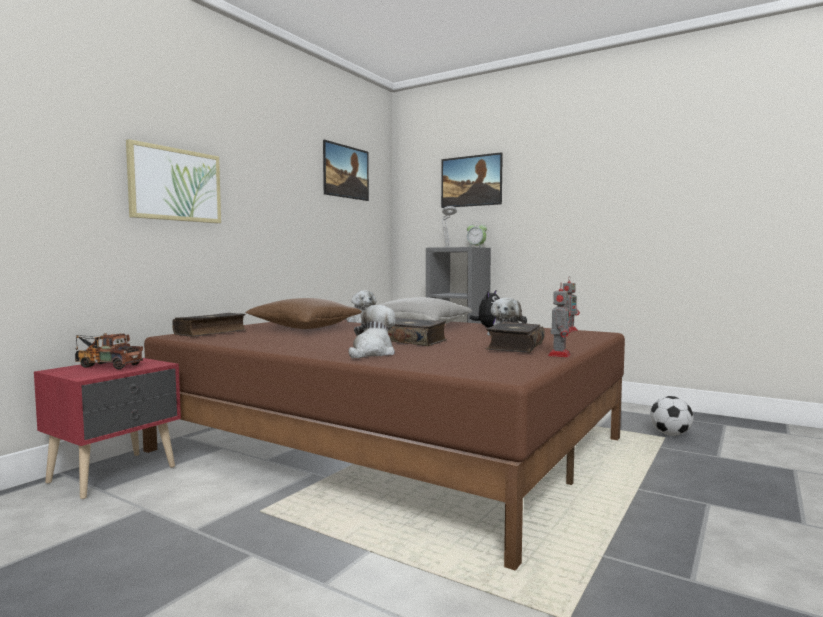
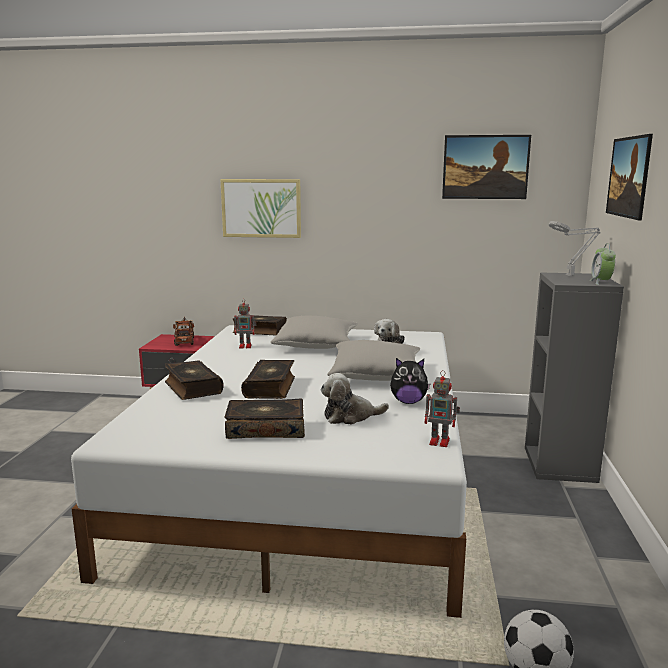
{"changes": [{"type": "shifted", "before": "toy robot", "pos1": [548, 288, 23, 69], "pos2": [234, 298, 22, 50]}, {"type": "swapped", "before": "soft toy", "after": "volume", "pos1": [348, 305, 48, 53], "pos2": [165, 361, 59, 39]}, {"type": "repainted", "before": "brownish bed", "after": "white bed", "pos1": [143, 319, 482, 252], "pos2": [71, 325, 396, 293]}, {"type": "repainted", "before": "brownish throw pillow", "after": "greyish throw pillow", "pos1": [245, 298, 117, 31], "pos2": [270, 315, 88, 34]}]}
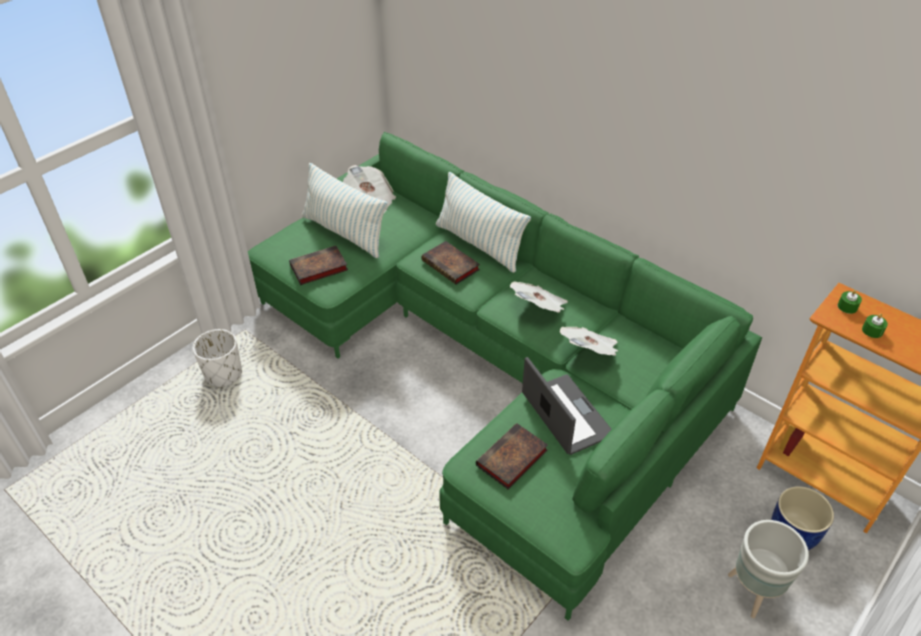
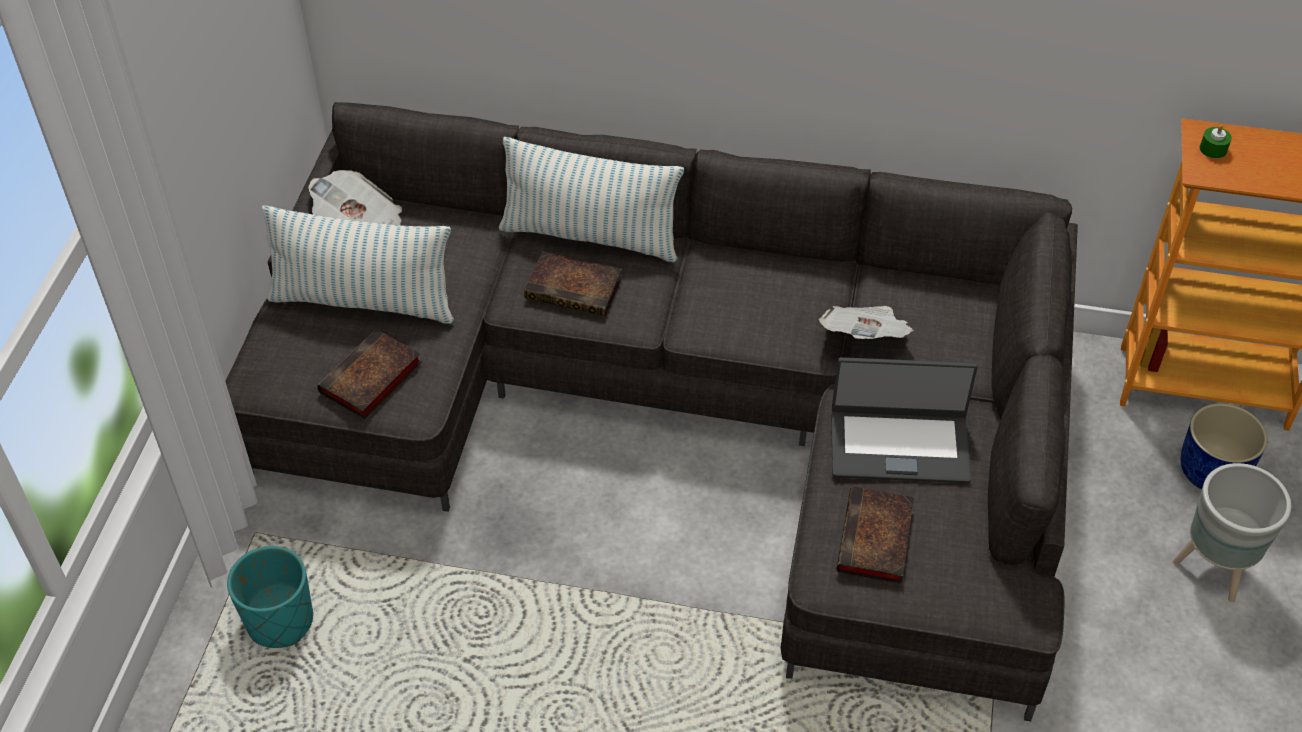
{"changes": [{"type": "gone", "before": "newspaper", "pos1": [510, 282, 58, 30]}, {"type": "gone", "before": "greenish wax light", "pos1": [862, 314, 26, 24]}, {"type": "repainted", "before": "white flower pot", "after": "blue-green flower pot", "pos1": [193, 329, 49, 59], "pos2": [227, 546, 86, 102]}, {"type": "repainted", "before": "greenish couch", "after": "greyish couch", "pos1": [248, 132, 514, 489], "pos2": [225, 102, 853, 619]}, {"type": "rotated", "before": "notebook computer", "pos1": [522, 357, 90, 98], "pos2": [831, 357, 147, 126], "turn": 150}]}
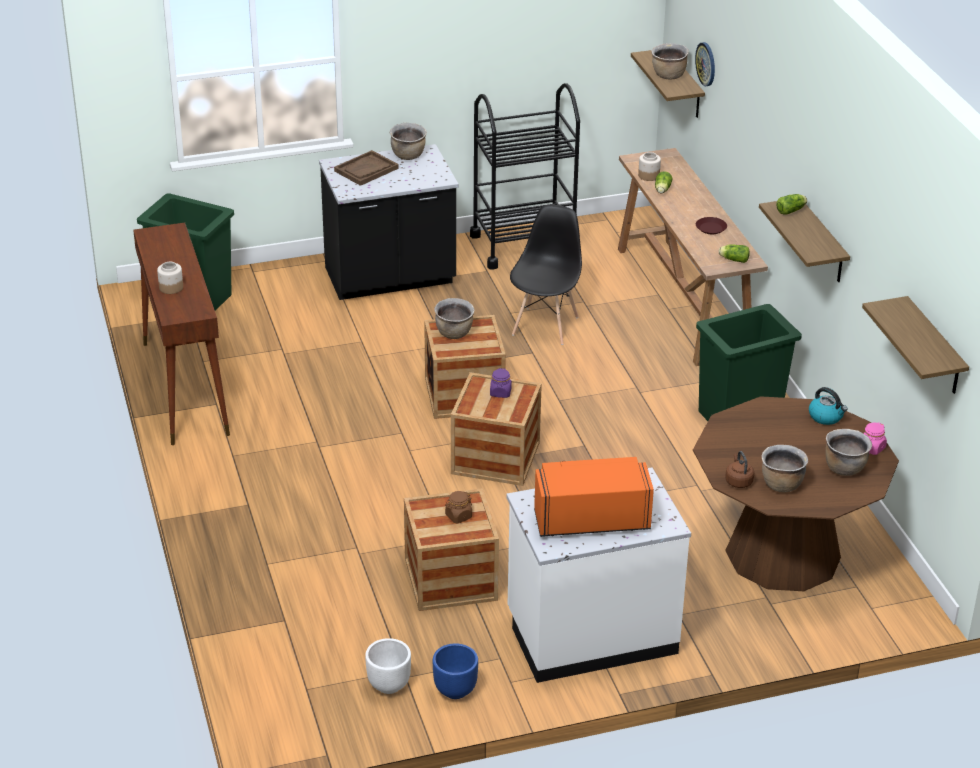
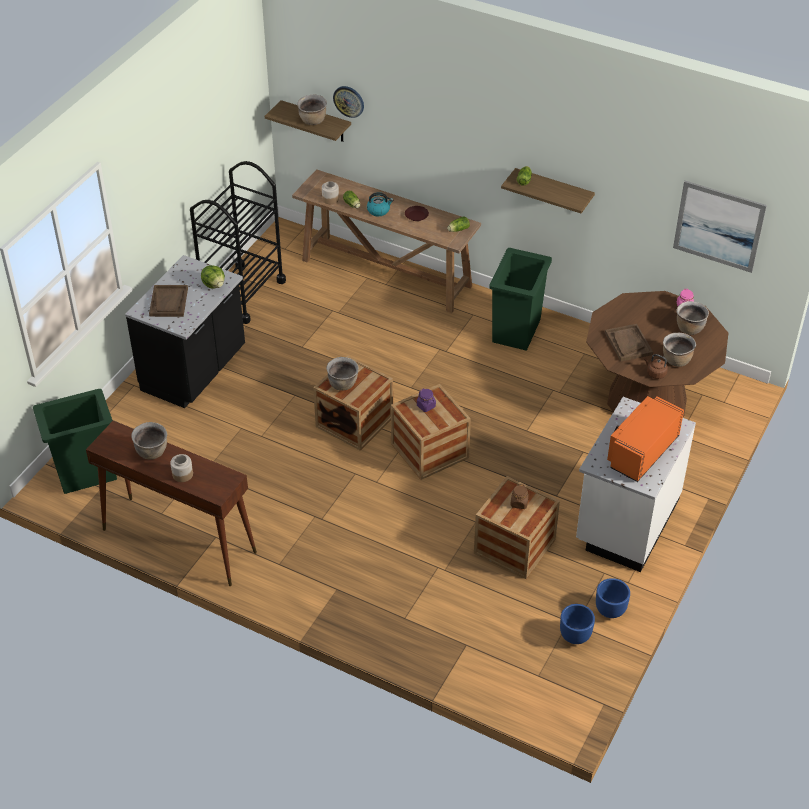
{"changes": [{"type": "gone", "before": "blackish upright chair", "pos1": [510, 205, 72, 140]}, {"type": "new", "after": "lettuce head", "pos2": [201, 265, 24, 24]}, {"type": "new", "after": "brownish serving tray", "pos2": [605, 324, 48, 37]}, {"type": "shifted", "before": "brownish cooking pot", "pos1": [390, 123, 37, 37], "pos2": [131, 422, 36, 38]}, {"type": "shifted", "before": "tea kettle", "pos1": [809, 387, 38, 38], "pos2": [367, 192, 26, 24]}, {"type": "swapped", "before": "shelf", "after": "wall art", "pos1": [862, 296, 107, 98], "pos2": [673, 181, 94, 92]}, {"type": "repainted", "before": "white flower pot", "after": "blue flower pot", "pos1": [365, 638, 46, 56], "pos2": [560, 604, 35, 40]}]}
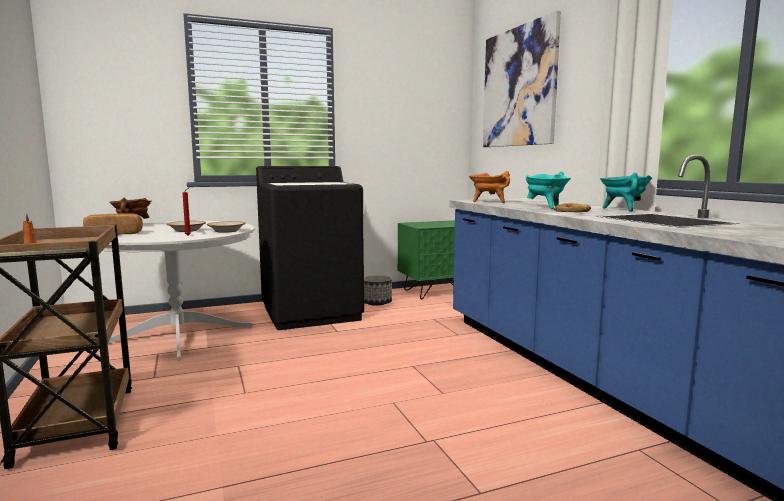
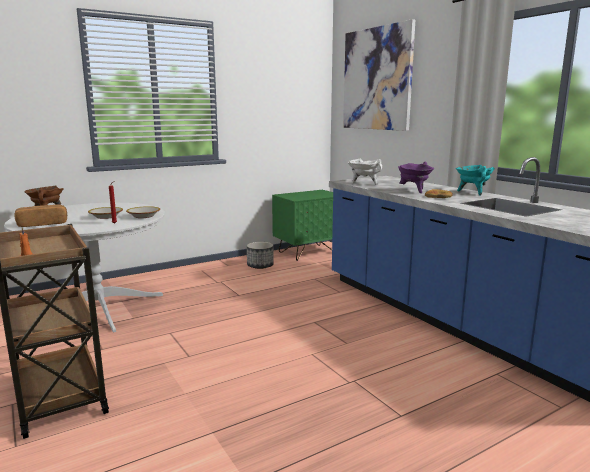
{"changes": [{"type": "gone", "before": "blackish laundry appliance", "pos1": [256, 166, 108, 164]}, {"type": "repainted", "before": "orange cooking pot", "after": "white cooking pot", "pos1": [469, 171, 41, 32], "pos2": [348, 159, 34, 26]}, {"type": "repainted", "before": "blue-green cooking pot", "after": "purplish cooking pot", "pos1": [525, 171, 46, 38], "pos2": [398, 162, 36, 31]}]}
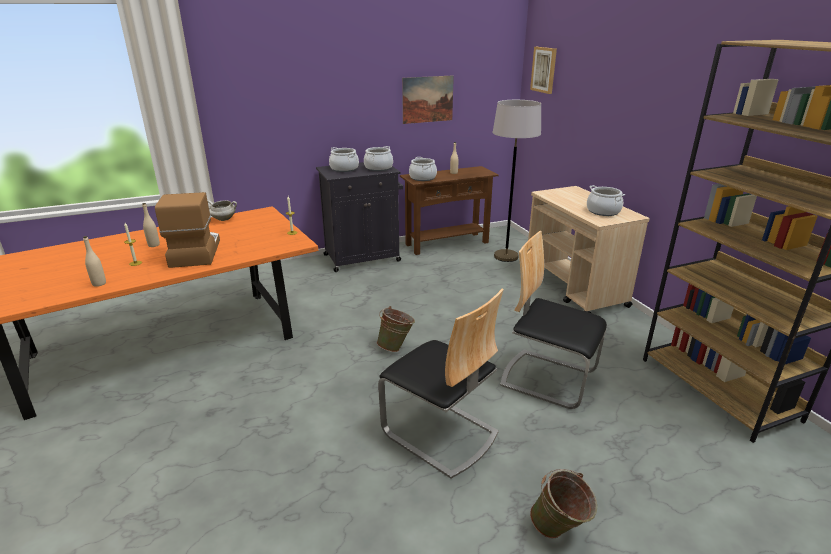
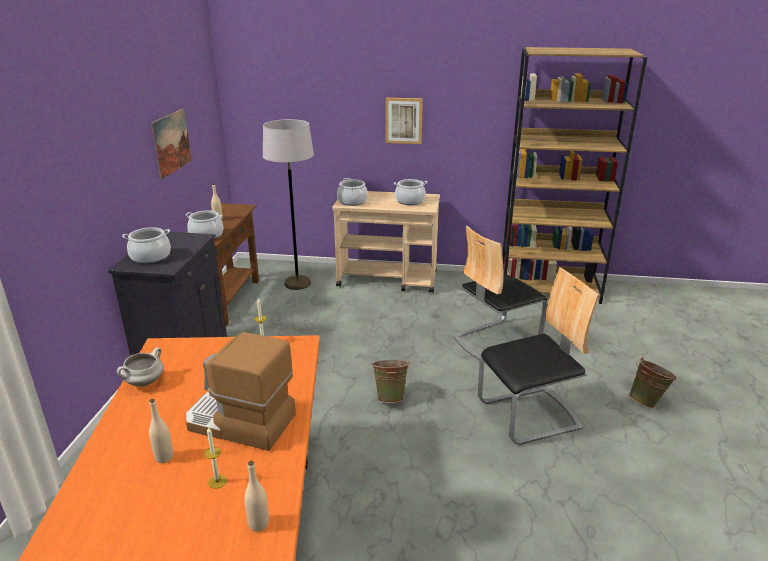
{"changes": [{"type": "shifted", "before": "cooking pot", "pos1": [364, 146, 29, 25], "pos2": [337, 178, 31, 28]}, {"type": "shifted", "before": "wall art", "pos1": [530, 47, 27, 47], "pos2": [385, 98, 38, 46]}]}
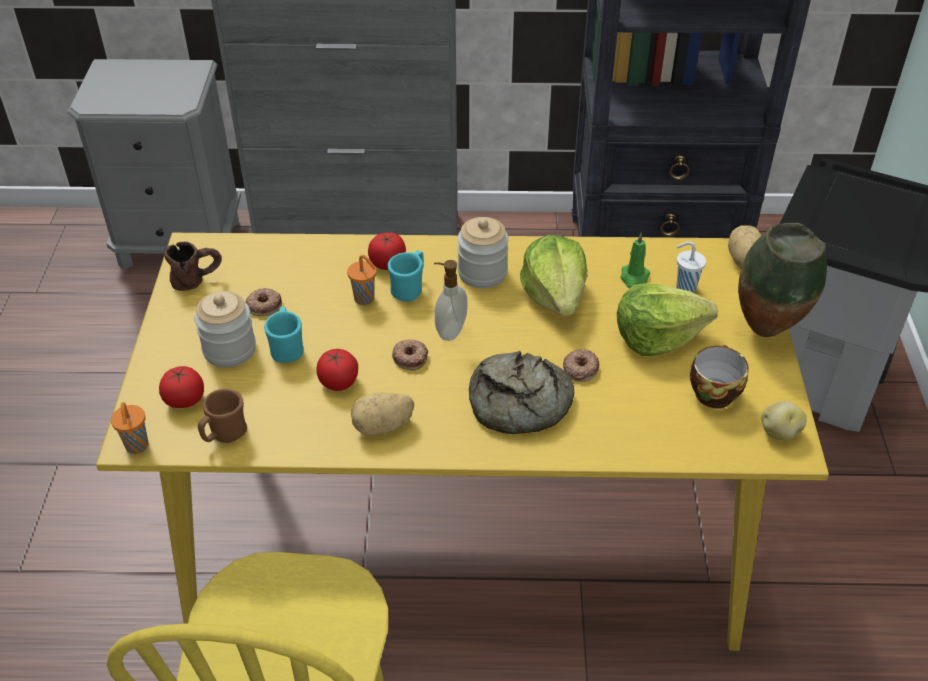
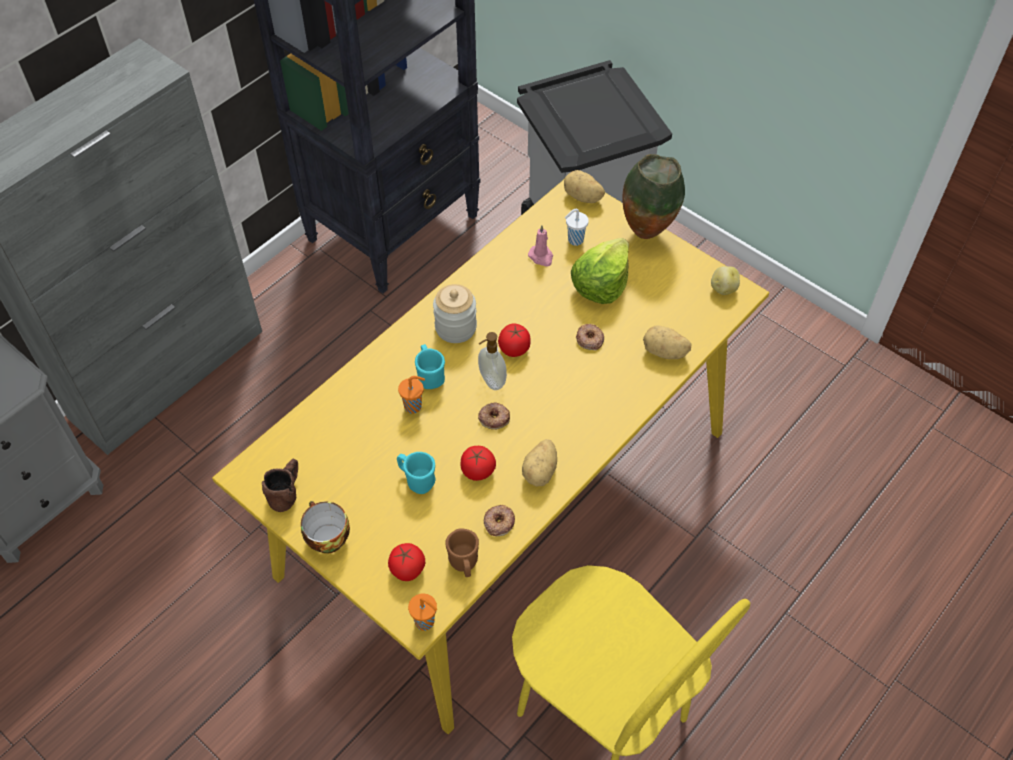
{"changes": [{"type": "gone", "before": "preserve jar", "pos1": [194, 291, 62, 77]}, {"type": "gone", "before": "bakery bread", "pos1": [469, 351, 105, 83]}, {"type": "gone", "before": "lettuce head", "pos1": [520, 235, 67, 81]}, {"type": "new", "after": "whole potato", "pos2": [643, 326, 49, 33]}, {"type": "shifted", "before": "ring doughnut", "pos1": [245, 288, 37, 28], "pos2": [484, 505, 31, 31]}, {"type": "shifted", "before": "tomato", "pos1": [368, 233, 38, 37], "pos2": [498, 324, 33, 33]}, {"type": "shifted", "before": "cup", "pos1": [690, 345, 59, 63], "pos2": [301, 501, 49, 53]}, {"type": "repainted", "before": "greenish wax light", "after": "pink wax light", "pos1": [621, 233, 29, 56], "pos2": [528, 225, 25, 42]}]}
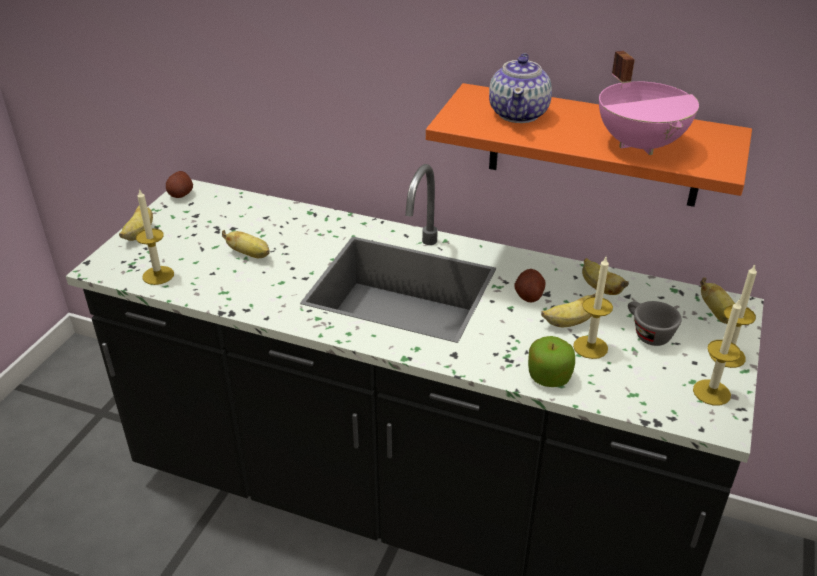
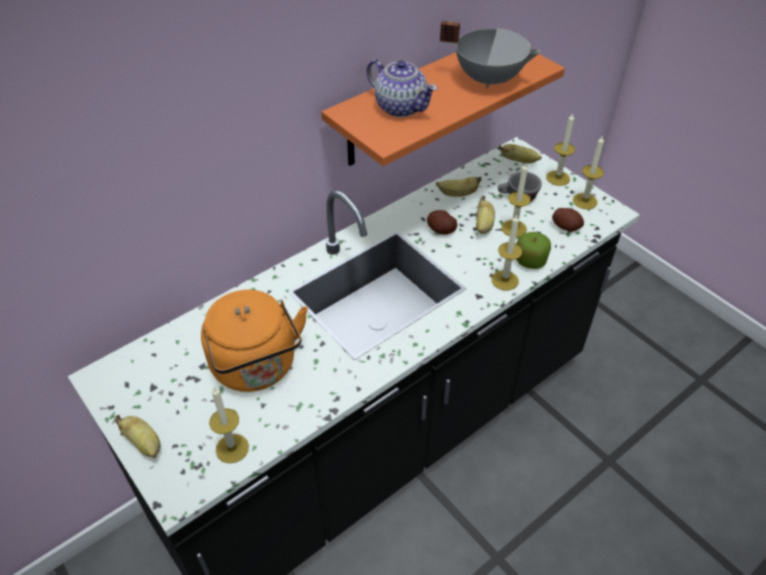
{"changes": [{"type": "new", "after": "wax light", "pos2": [491, 215, 31, 76]}, {"type": "shifted", "before": "whole potato", "pos1": [166, 171, 27, 27], "pos2": [552, 208, 32, 24]}, {"type": "swapped", "before": "banana fruit", "after": "orange tea kettle", "pos1": [222, 230, 48, 28], "pos2": [201, 290, 107, 102]}, {"type": "repainted", "before": "pink cooking pot", "after": "greyish cooking pot", "pos1": [599, 51, 100, 104], "pos2": [440, 21, 101, 68]}]}
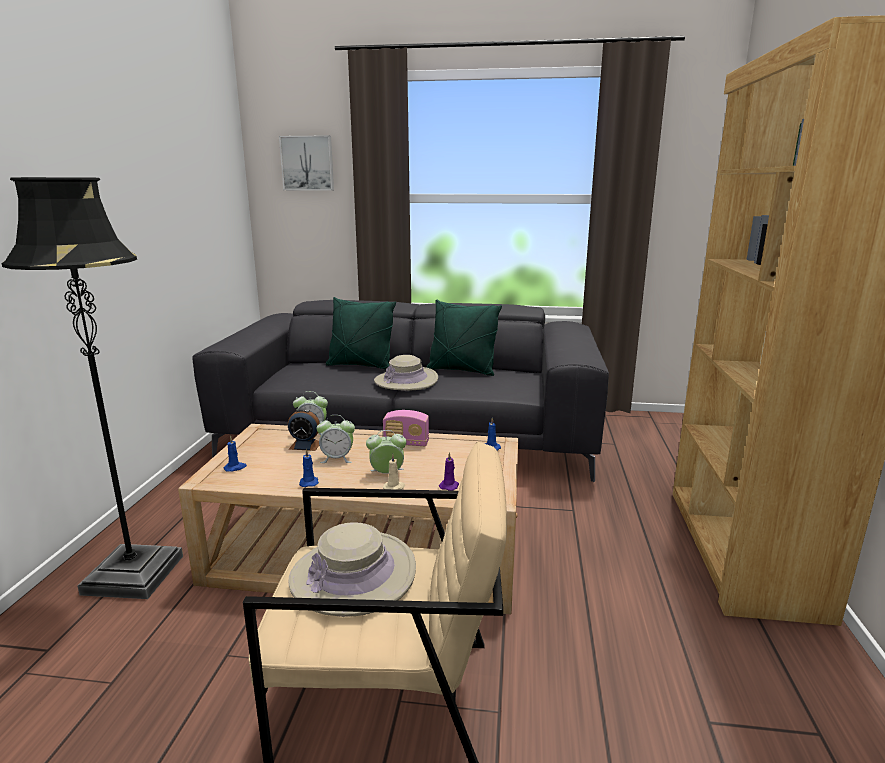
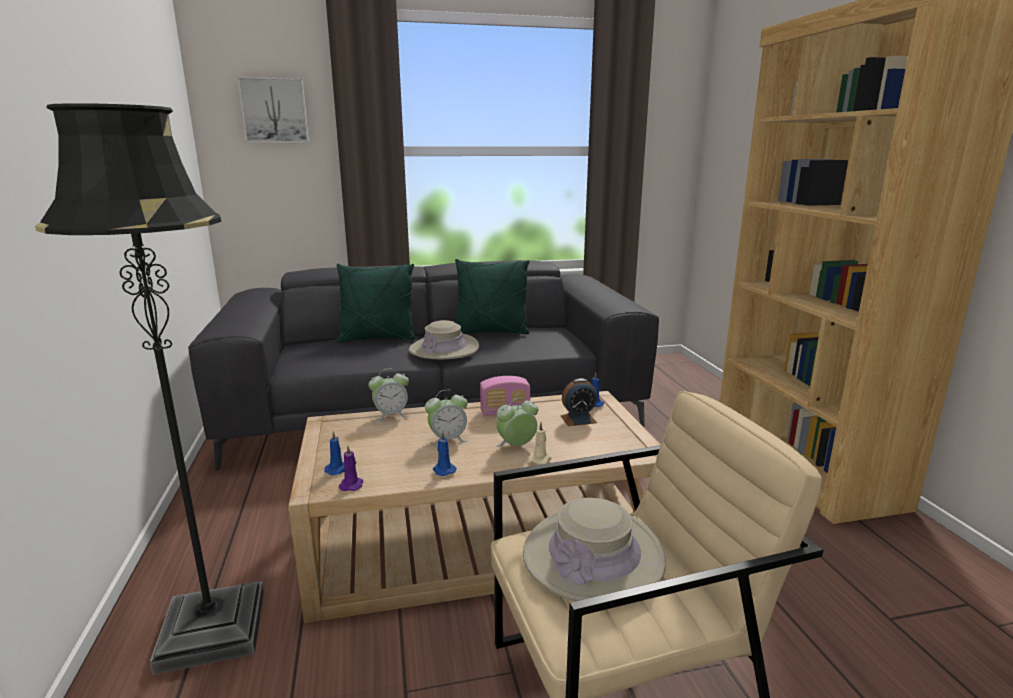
{"changes": [{"type": "shifted", "before": "alarm clock", "pos1": [288, 408, 32, 43], "pos2": [561, 378, 36, 48]}, {"type": "shifted", "before": "purplish wax light", "pos1": [439, 452, 20, 39], "pos2": [339, 446, 24, 45]}]}
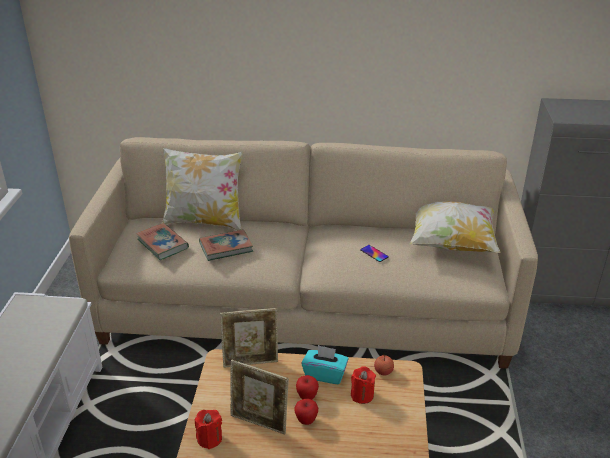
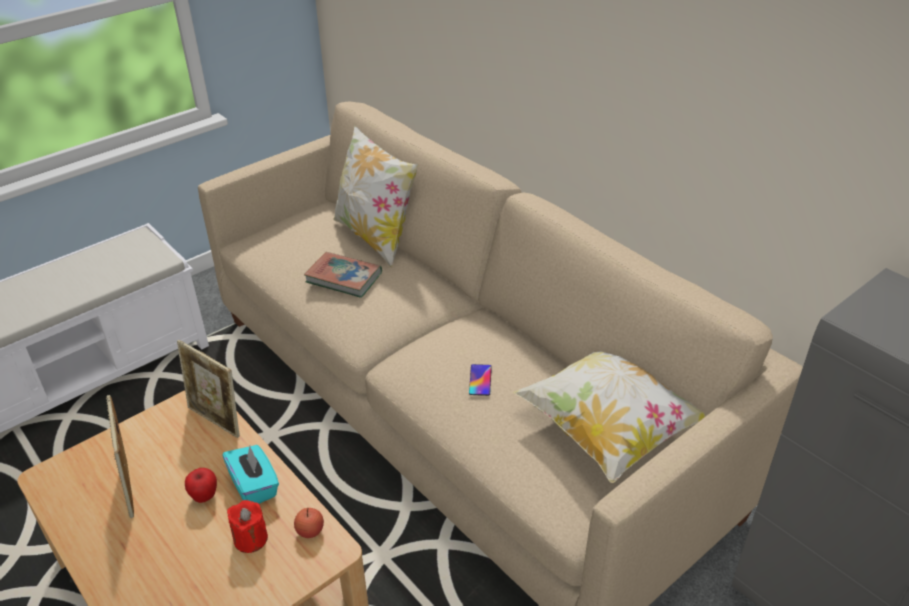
{"changes": [{"type": "gone", "before": "volume", "pos1": [136, 223, 53, 37]}, {"type": "gone", "before": "red wax light", "pos1": [195, 410, 27, 39]}, {"type": "gone", "before": "whole apple", "pos1": [294, 399, 24, 26]}]}
